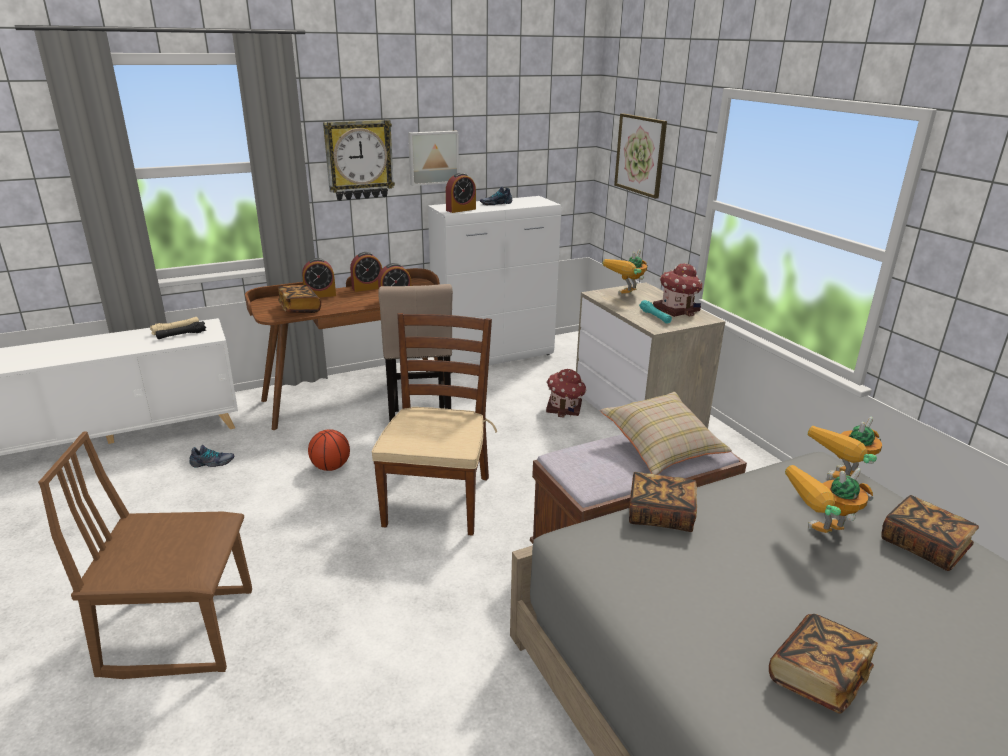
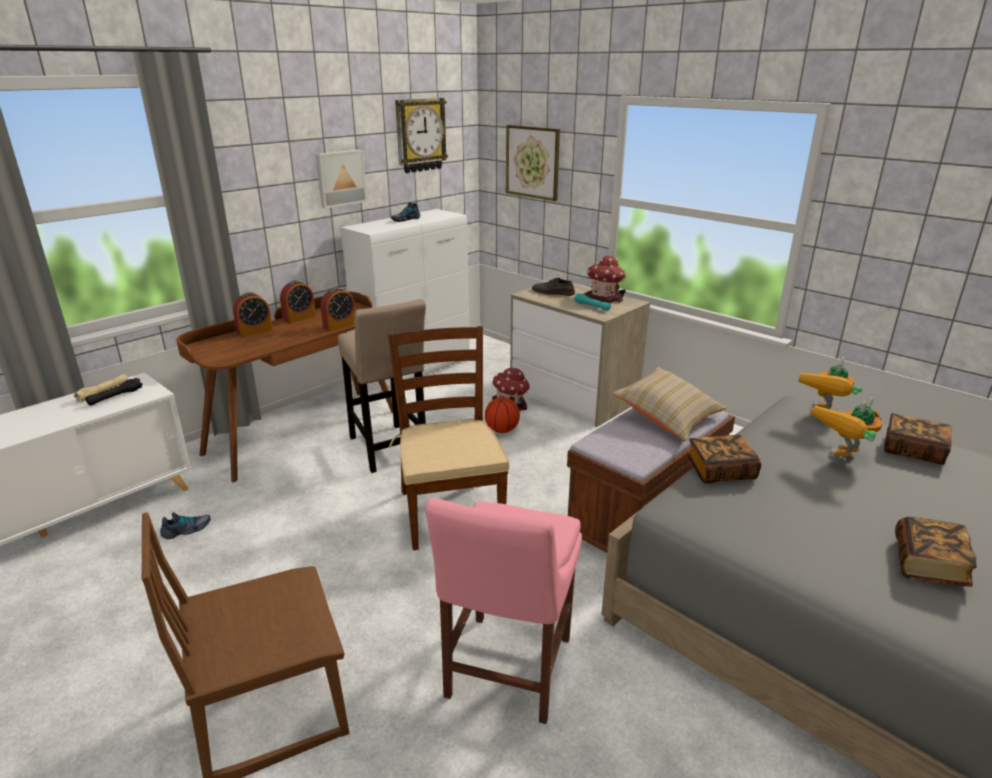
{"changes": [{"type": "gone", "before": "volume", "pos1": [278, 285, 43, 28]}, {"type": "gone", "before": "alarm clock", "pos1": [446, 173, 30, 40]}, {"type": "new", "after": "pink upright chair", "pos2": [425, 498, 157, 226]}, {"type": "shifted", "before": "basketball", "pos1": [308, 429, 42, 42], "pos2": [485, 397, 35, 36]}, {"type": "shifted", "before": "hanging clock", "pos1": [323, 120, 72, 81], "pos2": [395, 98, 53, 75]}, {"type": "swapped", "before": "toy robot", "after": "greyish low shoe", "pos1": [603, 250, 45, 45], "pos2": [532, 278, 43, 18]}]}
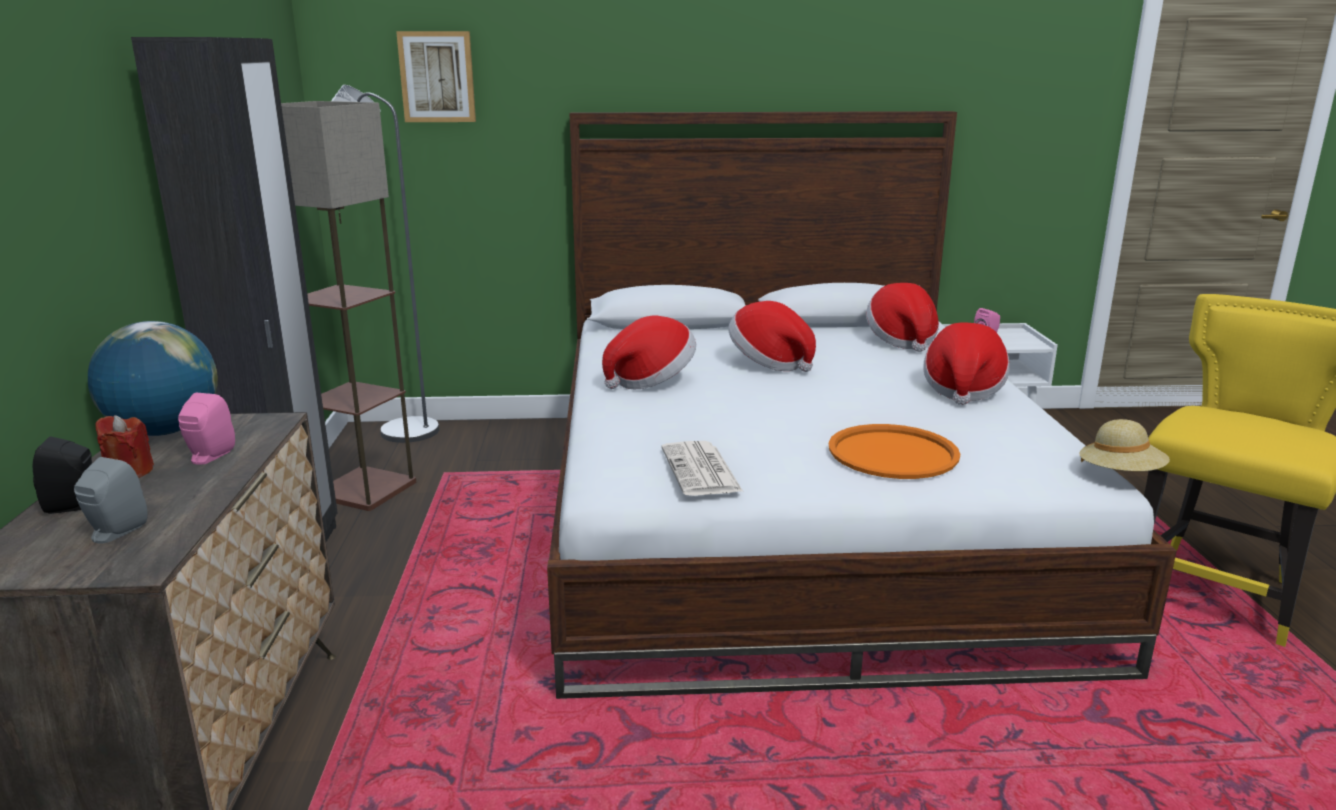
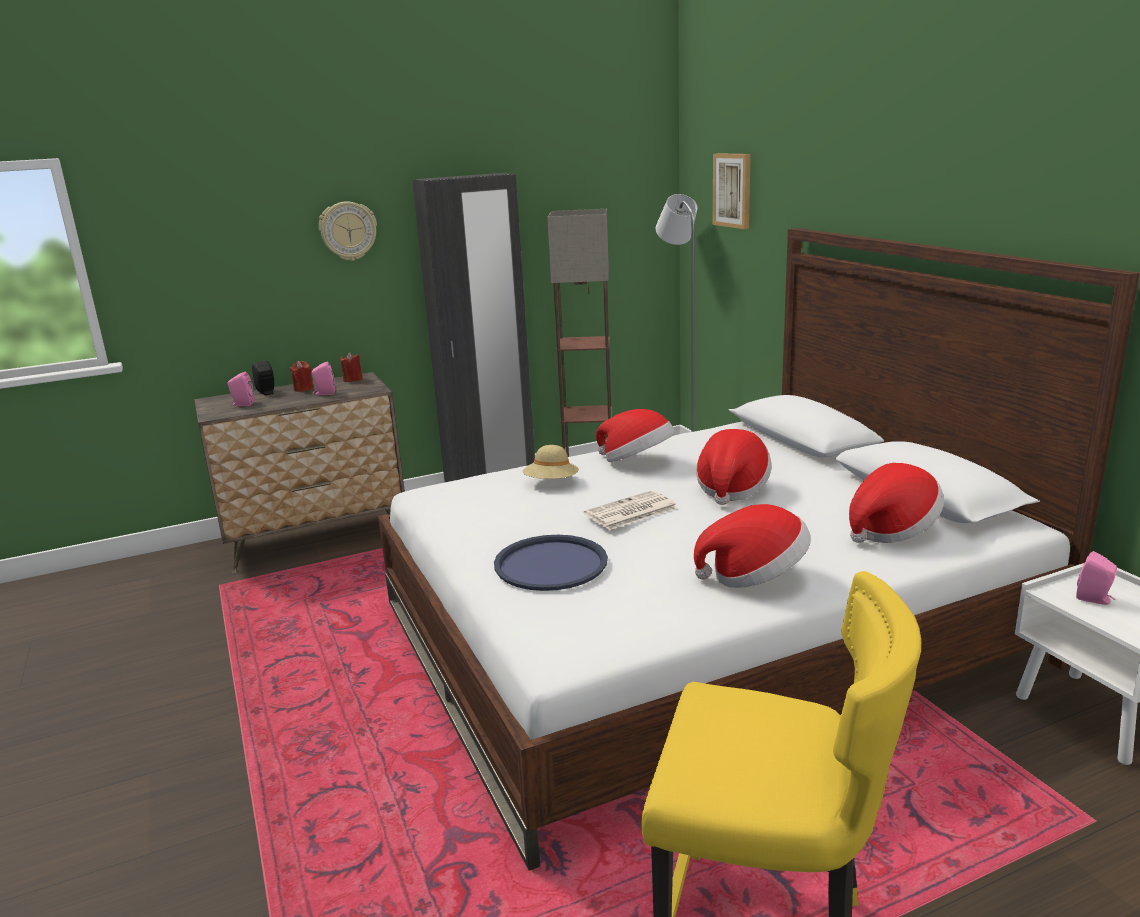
{"changes": [{"type": "new", "after": "hanging clock", "pos2": [319, 201, 58, 60]}, {"type": "shifted", "before": "newspaper", "pos1": [661, 441, 82, 55], "pos2": [584, 490, 94, 40]}, {"type": "shifted", "before": "beige hat", "pos1": [1079, 419, 91, 52], "pos2": [522, 445, 57, 34]}, {"type": "swapped", "before": "desk globe", "after": "red wax light", "pos1": [88, 321, 130, 115], "pos2": [340, 353, 23, 29]}, {"type": "repainted", "before": "greyish loudspeaker", "after": "pink loudspeaker", "pos1": [74, 457, 73, 87], "pos2": [228, 372, 27, 34]}, {"type": "repainted", "before": "orange serving tray", "after": "blue serving tray", "pos1": [829, 424, 131, 55], "pos2": [494, 535, 114, 56]}]}
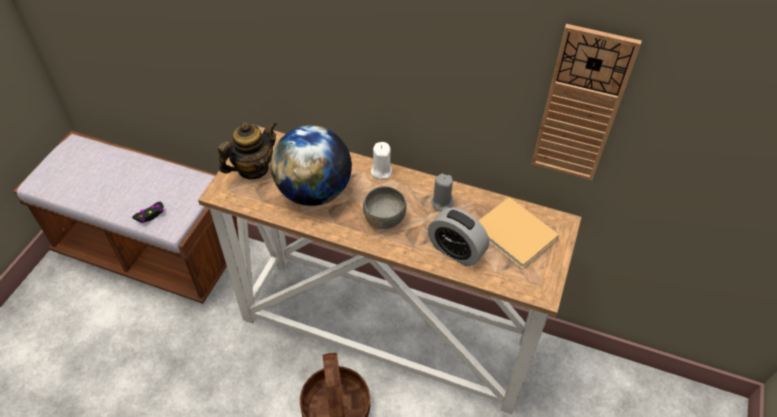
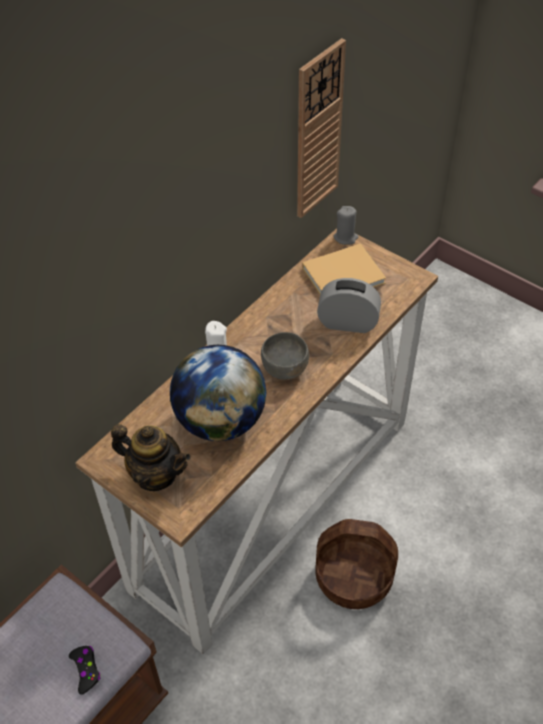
{"changes": [{"type": "shifted", "before": "greyish wax light", "pos1": [431, 174, 22, 37], "pos2": [333, 206, 26, 39]}, {"type": "rotated", "before": "tea pot", "pos1": [218, 121, 59, 58], "pos2": [111, 424, 80, 67], "turn": 135}, {"type": "rotated", "before": "alarm clock", "pos1": [428, 208, 61, 59], "pos2": [317, 278, 64, 55], "turn": -135}]}
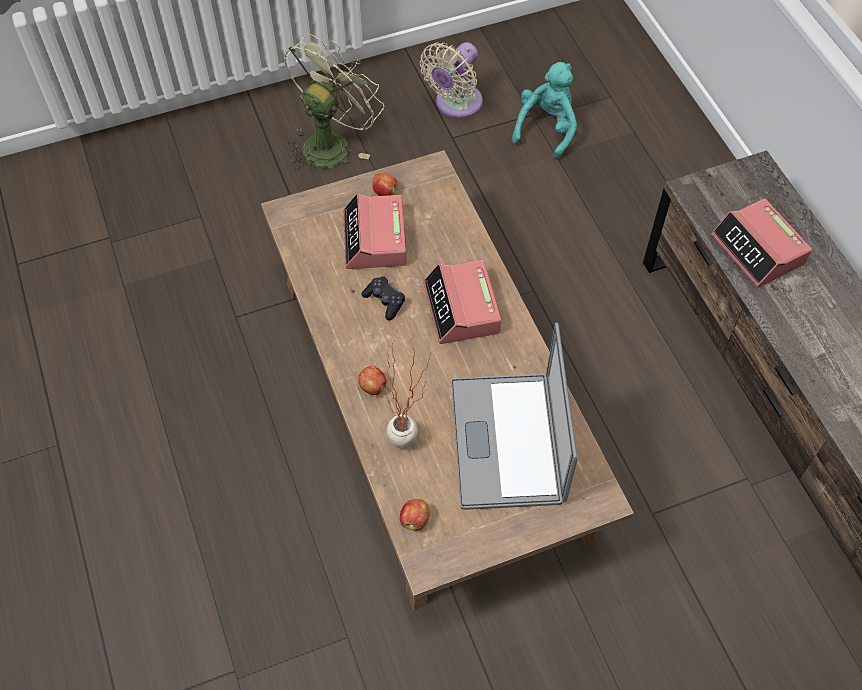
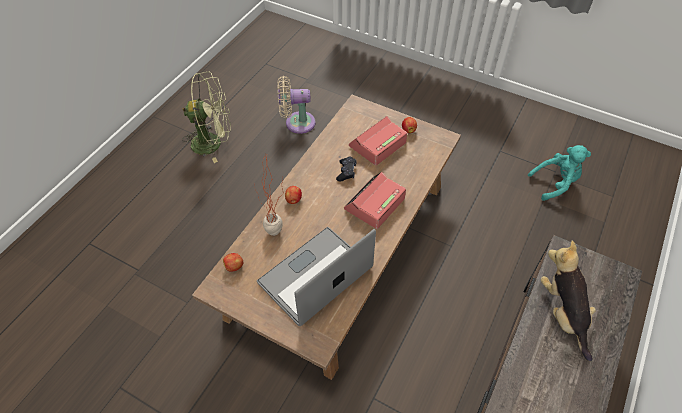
{"changes": [{"type": "shifted", "before": "greenish cooling fan", "pos1": [284, 34, 100, 136], "pos2": [182, 71, 49, 92]}, {"type": "shifted", "before": "beige cooling fan", "pos1": [420, 42, 63, 77], "pos2": [277, 76, 39, 58]}, {"type": "swapped", "before": "alarm clock", "after": "soft toy", "pos1": [711, 199, 101, 88], "pos2": [541, 241, 55, 120]}]}
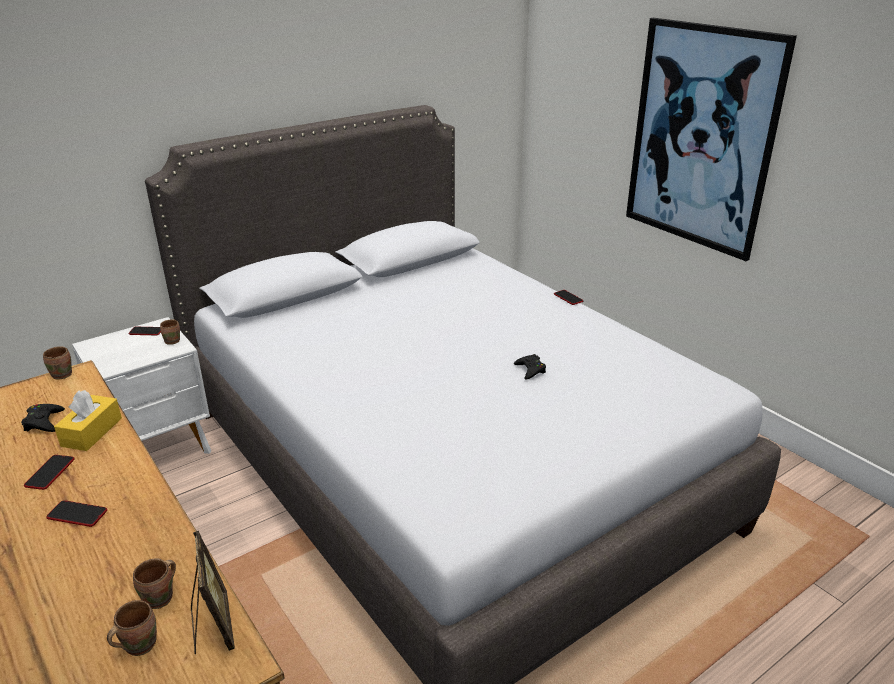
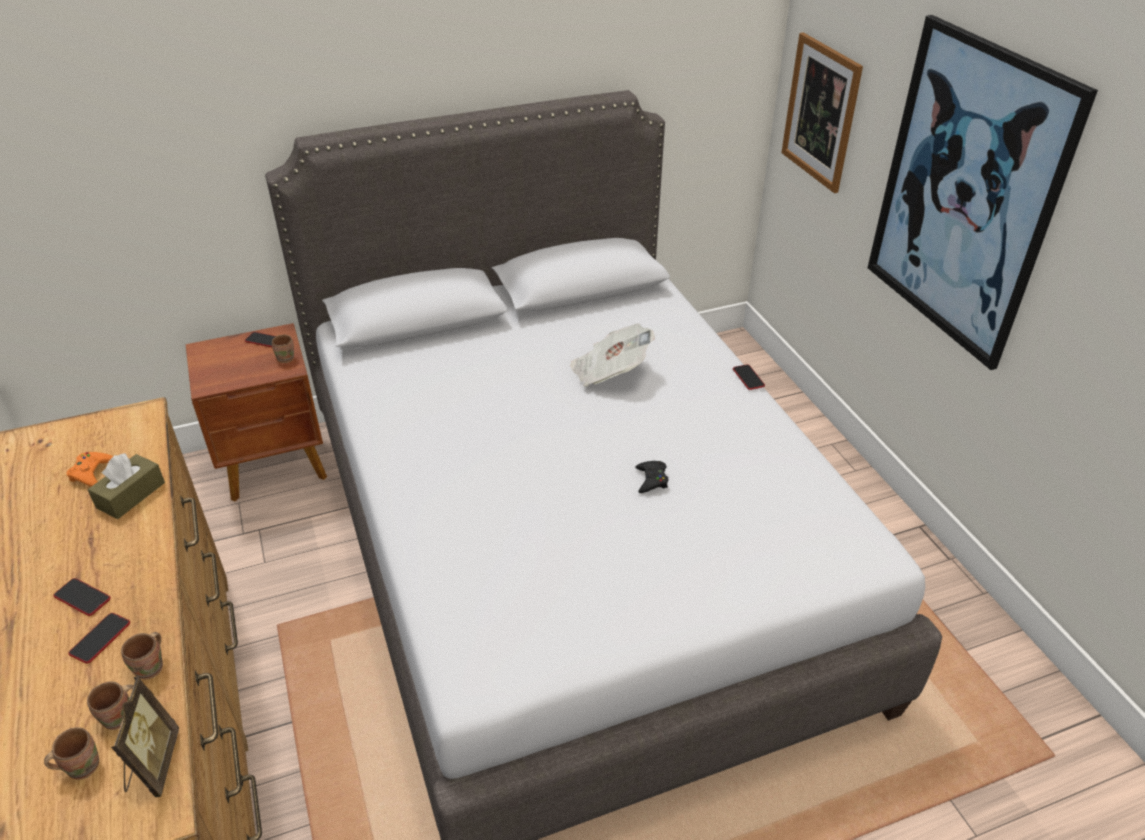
{"changes": [{"type": "new", "after": "newspaper", "pos2": [570, 323, 85, 64]}, {"type": "new", "after": "wall art", "pos2": [781, 32, 82, 161]}, {"type": "shifted", "before": "handset", "pos1": [24, 455, 51, 35], "pos2": [69, 613, 61, 51]}, {"type": "shifted", "before": "brownish mug", "pos1": [43, 346, 29, 33], "pos2": [121, 632, 42, 47]}, {"type": "repainted", "before": "blackish gamepad", "after": "orange gamepad", "pos1": [21, 404, 44, 28], "pos2": [66, 452, 47, 34]}, {"type": "repainted", "before": "yellow tissue box", "after": "brownish tissue box", "pos1": [54, 390, 68, 61], "pos2": [88, 453, 77, 66]}, {"type": "repainted", "before": "white bedside table", "after": "brownish bedside table", "pos1": [72, 317, 139, 137], "pos2": [186, 323, 141, 178]}]}
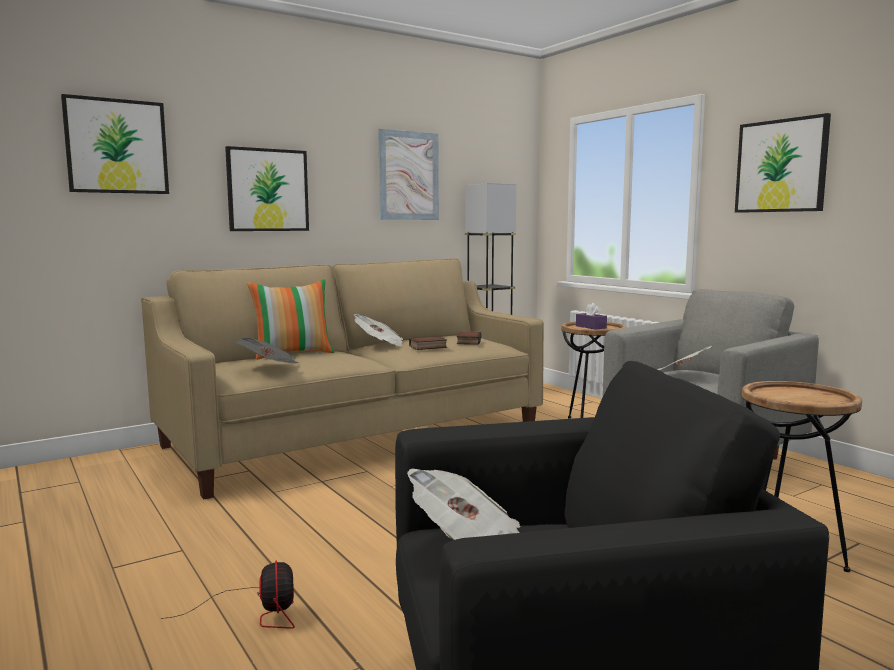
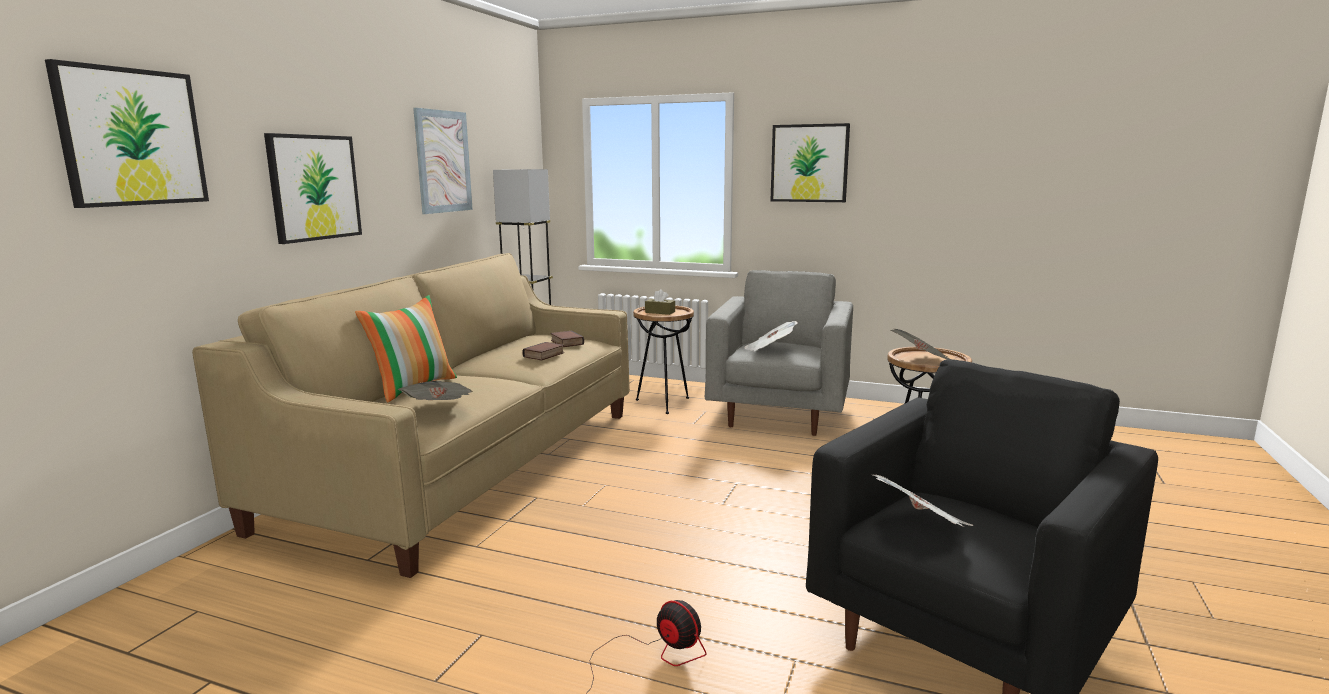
{"changes": [{"type": "shifted", "before": "newspaper", "pos1": [354, 314, 49, 32], "pos2": [890, 329, 60, 30]}, {"type": "repainted", "before": "purplish tissue box", "after": "brownish tissue box", "pos1": [576, 303, 31, 27], "pos2": [645, 289, 30, 26]}]}
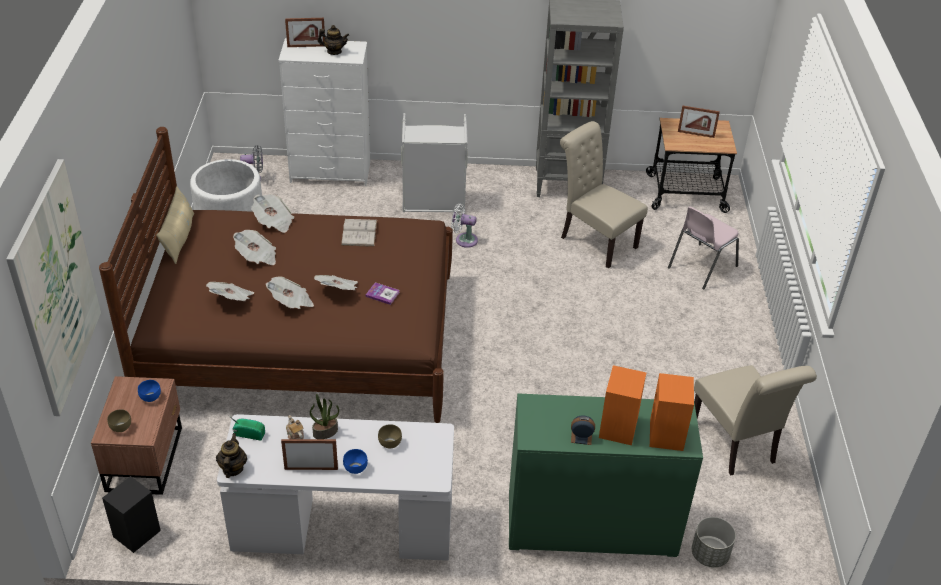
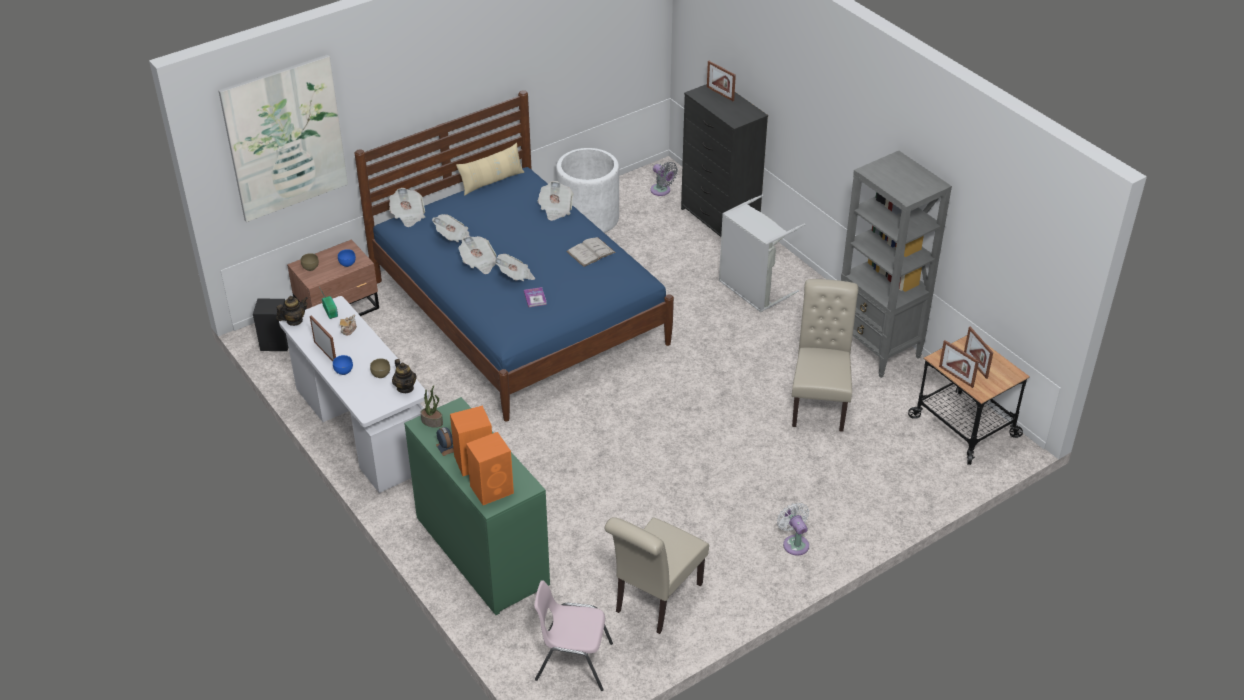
{"changes": [{"type": "gone", "before": "greyish flower pot", "pos1": [692, 517, 44, 51]}, {"type": "new", "after": "standing frame", "pos2": [939, 340, 40, 48]}, {"type": "shifted", "before": "newspaper", "pos1": [233, 230, 43, 35], "pos2": [389, 188, 36, 39]}, {"type": "shifted", "before": "potted plant", "pos1": [310, 394, 29, 45], "pos2": [420, 386, 23, 42]}, {"type": "shifted", "before": "tea pot", "pos1": [318, 25, 31, 30], "pos2": [392, 359, 25, 34]}, {"type": "shifted", "before": "white cooling fan", "pos1": [451, 204, 27, 44], "pos2": [777, 503, 32, 52]}, {"type": "shifted", "before": "pink upright chair", "pos1": [668, 206, 71, 84], "pos2": [534, 580, 79, 111]}, {"type": "repainted", "before": "brownish bed", "after": "blue bed", "pos1": [99, 127, 354, 296], "pos2": [355, 90, 319, 332]}, {"type": "repainted", "before": "white drawer chest", "after": "blackish drawer chest", "pos1": [278, 38, 92, 148], "pos2": [681, 84, 87, 153]}]}
